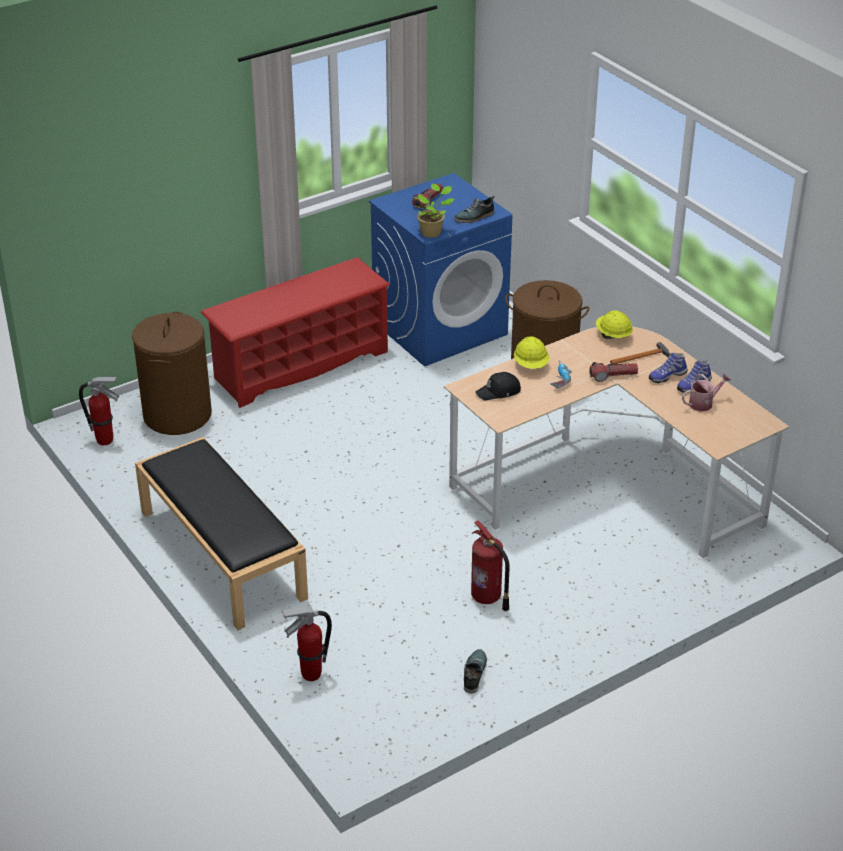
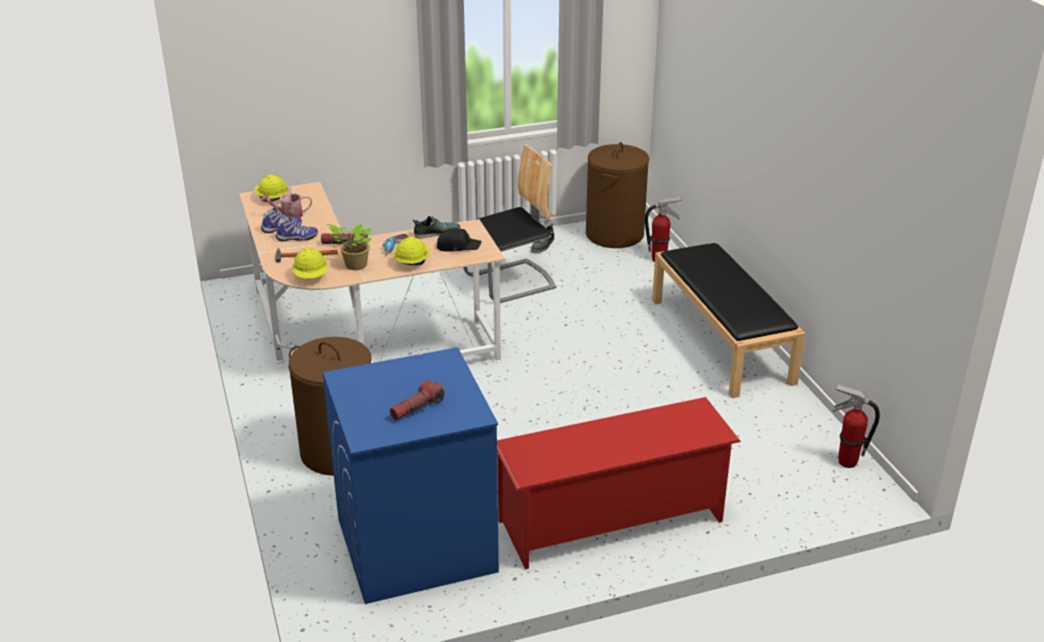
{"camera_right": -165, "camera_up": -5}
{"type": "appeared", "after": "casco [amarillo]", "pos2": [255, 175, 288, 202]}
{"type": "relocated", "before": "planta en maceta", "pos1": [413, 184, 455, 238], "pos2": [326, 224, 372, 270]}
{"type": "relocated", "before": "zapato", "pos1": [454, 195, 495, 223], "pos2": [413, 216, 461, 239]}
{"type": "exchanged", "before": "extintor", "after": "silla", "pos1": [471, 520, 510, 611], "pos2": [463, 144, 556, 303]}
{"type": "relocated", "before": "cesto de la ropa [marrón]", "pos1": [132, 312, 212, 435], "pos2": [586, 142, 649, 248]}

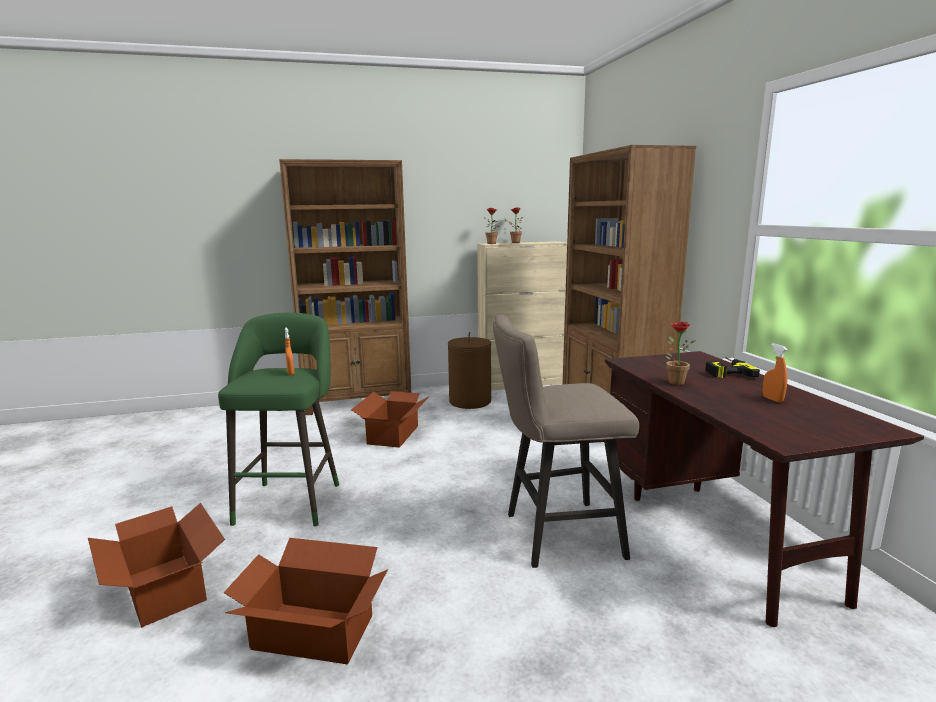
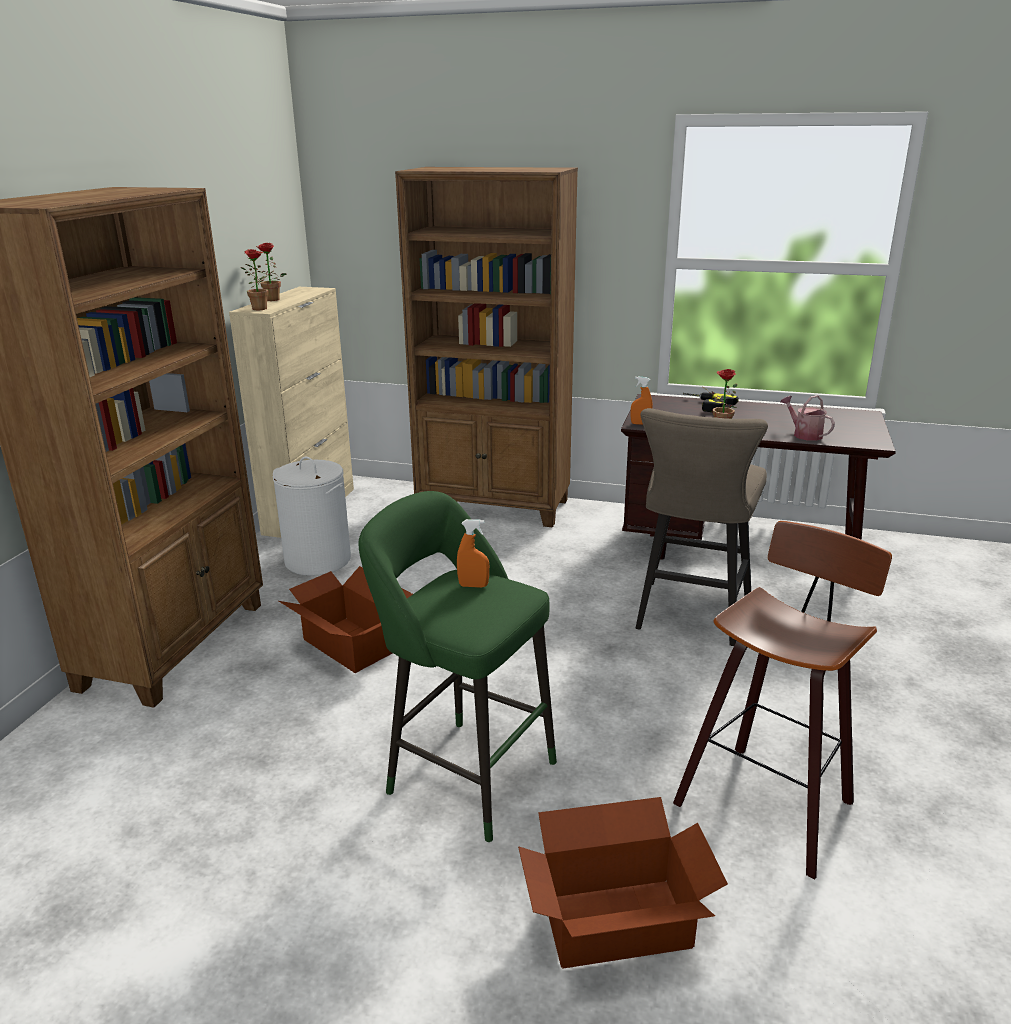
{"camera_right": -60, "camera_up": 10}
{"type": "colour", "before": "cesto de la ropa [marrón]", "after": "cesto de la ropa [blanco]", "pos1": [448, 332, 491, 409], "pos2": [273, 457, 351, 576]}
{"type": "relocated", "before": "pulverizador [naranja]", "pos1": [763, 343, 788, 403], "pos2": [631, 377, 653, 425]}
{"type": "exchanged", "before": "caja de cartón", "after": "taburete", "pos1": [224, 538, 388, 664], "pos2": [673, 521, 892, 880]}
{"type": "appeared", "after": "regadera", "pos2": [780, 395, 835, 441]}

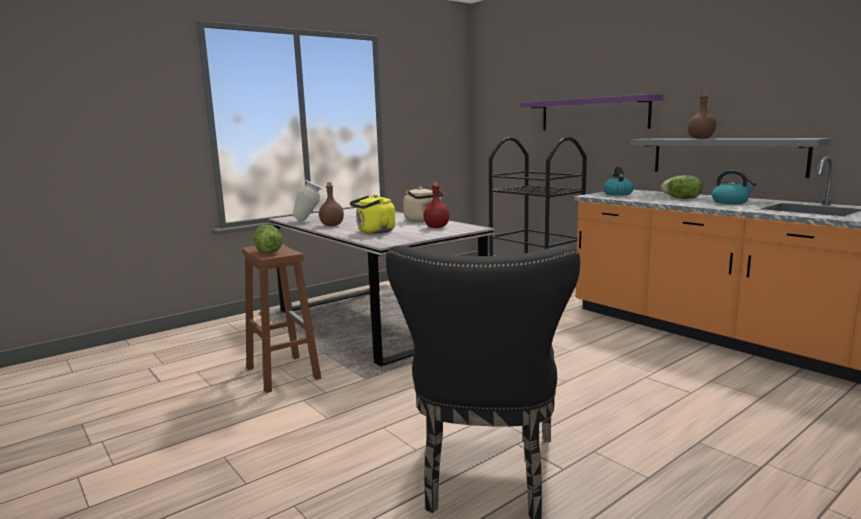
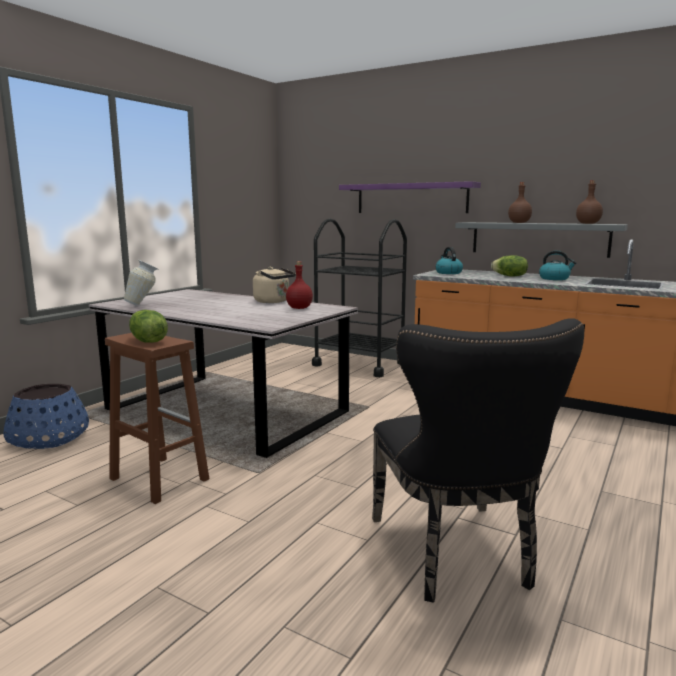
{"camera_right": -20, "camera_up": 0}
{"type": "appeared", "after": "maceta [azul]", "pos2": [3, 384, 89, 449]}
{"type": "relocated", "before": "botella [marrón]", "pos1": [319, 182, 344, 226], "pos2": [576, 180, 603, 224]}
{"type": "missing", "before": "hervidor [amarillo]", "pos1": [350, 195, 396, 234]}

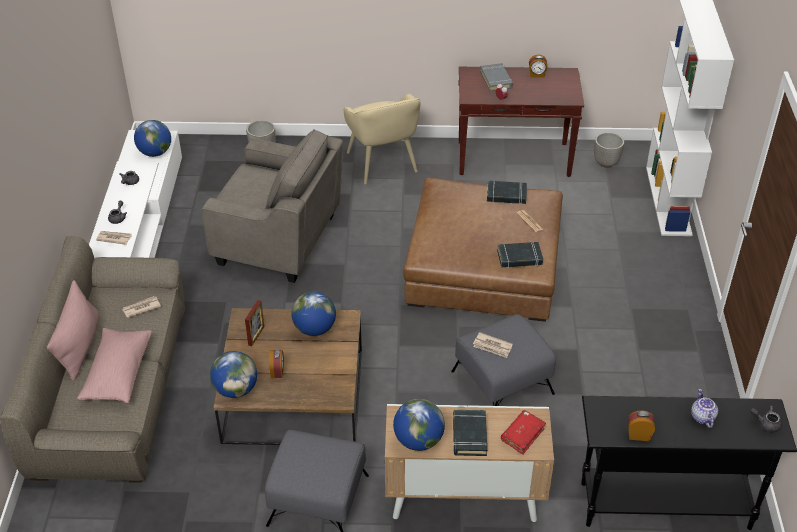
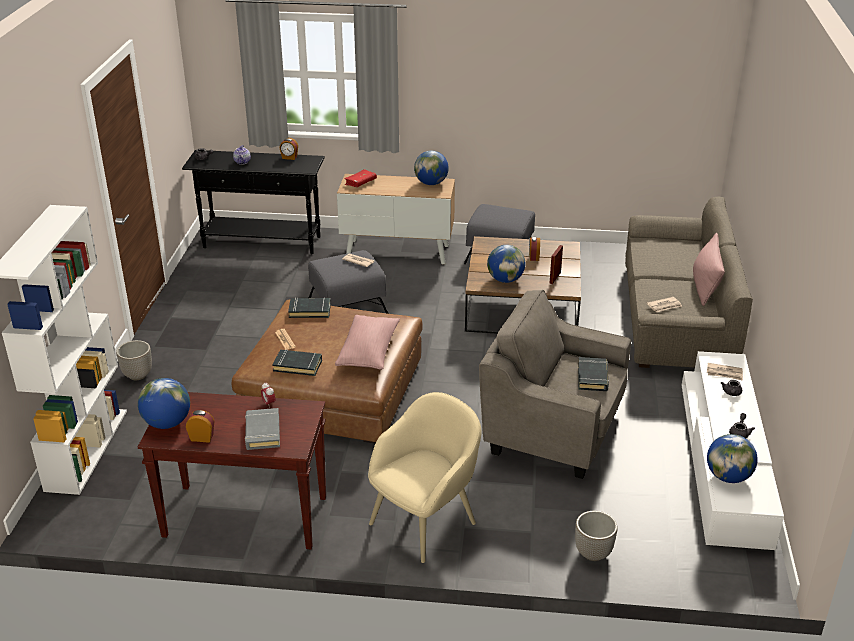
{"camera_right": -175, "camera_up": -10}
{"type": "relocated", "before": "maceta", "pos1": [594, 132, 624, 168], "pos2": [116, 340, 152, 380]}
{"type": "relocated", "before": "globo terráqueo", "pos1": [210, 351, 257, 398], "pos2": [138, 378, 190, 429]}
{"type": "relocated", "before": "cojín [rosa]", "pos1": [77, 328, 152, 403], "pos2": [335, 315, 400, 370]}
{"type": "spun", "before": "sillón [beis]", "pos1": [344, 94, 421, 184], "pos2": [368, 392, 481, 563], "turn": 60}
{"type": "relocated", "before": "libro [negro]", "pos1": [453, 410, 487, 456], "pos2": [578, 357, 609, 391]}

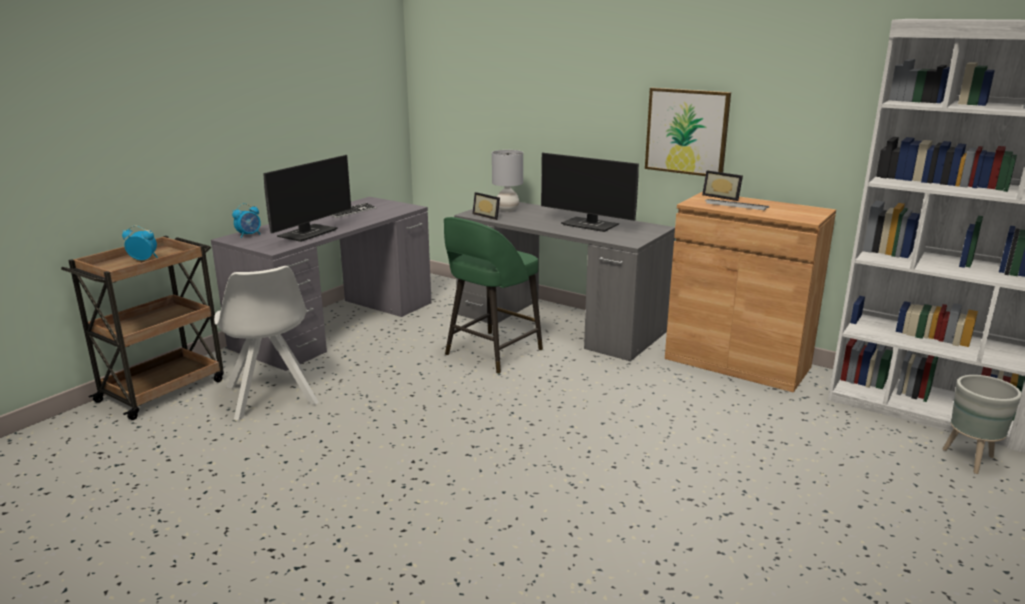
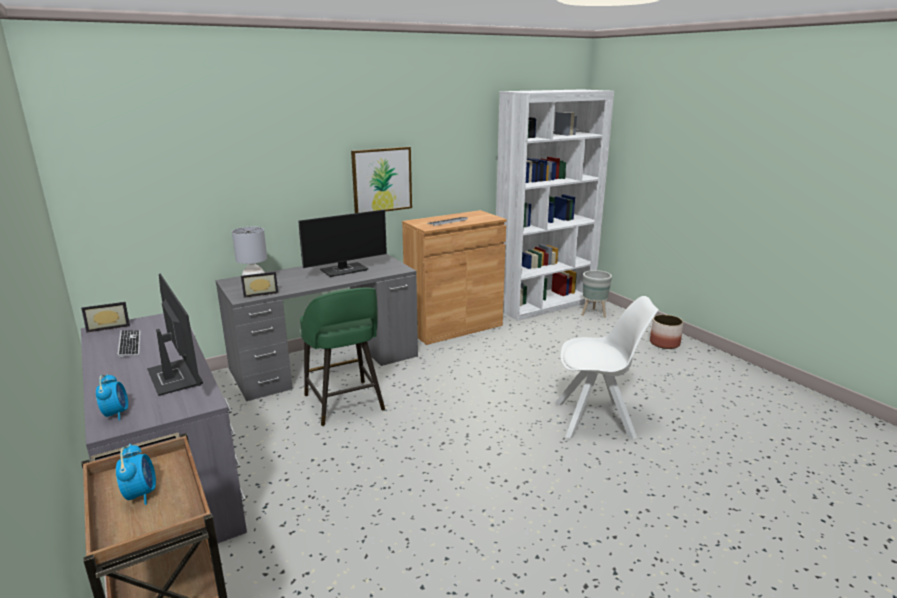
{"camera_right": -65, "camera_up": 0}
{"type": "relocated", "before": "portarretratos", "pos1": [702, 170, 743, 201], "pos2": [81, 302, 130, 333]}
{"type": "spun", "before": "despertador", "pos1": [122, 225, 158, 260], "pos2": [116, 444, 156, 505], "turn": 135}
{"type": "relocated", "before": "silla [blanco]", "pos1": [214, 266, 319, 420], "pos2": [555, 296, 659, 439]}
{"type": "appeared", "after": "maceta", "pos2": [650, 315, 684, 349]}

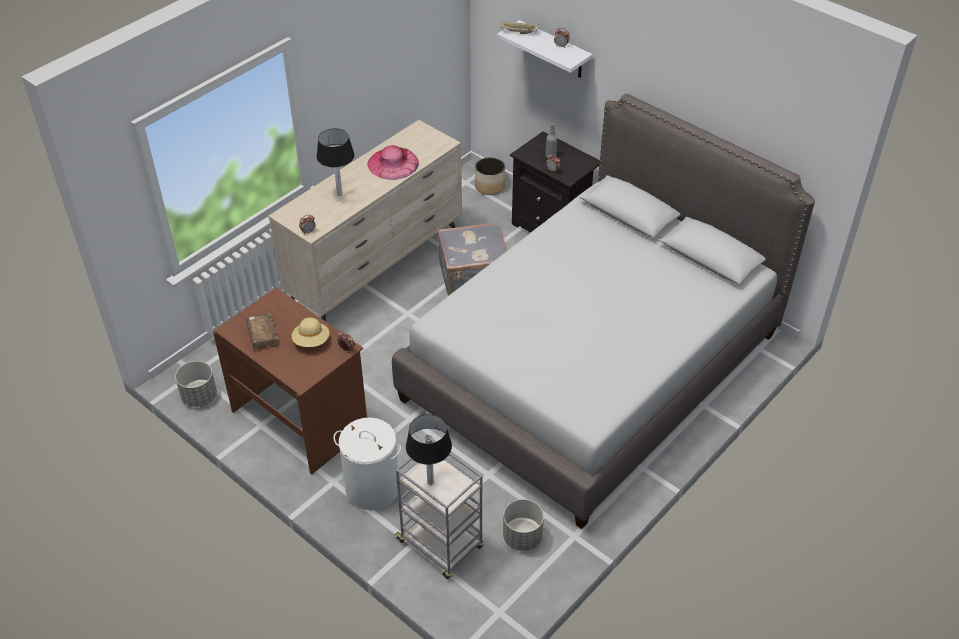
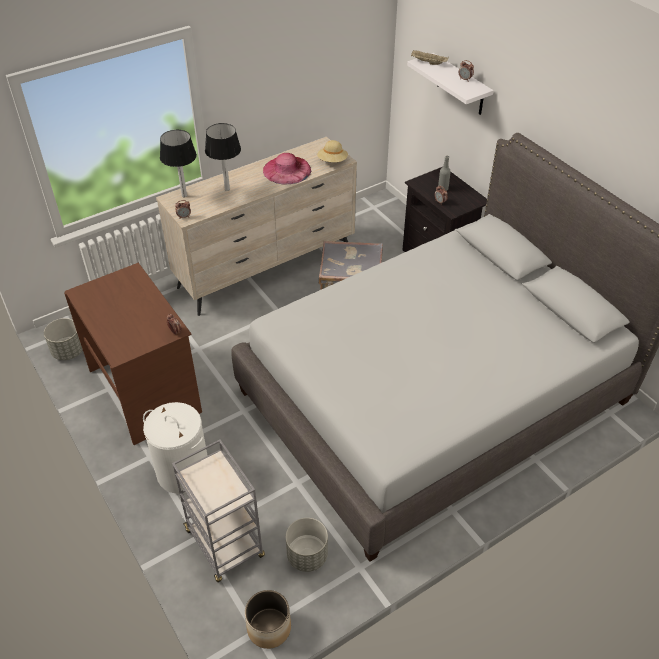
{"camera_right": 15, "camera_up": 0}
{"type": "relocated", "before": "lámpara de mesa", "pos1": [406, 414, 452, 485], "pos2": [160, 130, 197, 198]}
{"type": "relocated", "before": "maceta", "pos1": [475, 157, 505, 195], "pos2": [245, 590, 291, 649]}
{"type": "relocated", "before": "sombrero [beis]", "pos1": [292, 318, 329, 347], "pos2": [317, 140, 348, 162]}
{"type": "missing", "before": "libro [marrón]", "pos1": [246, 313, 279, 349]}

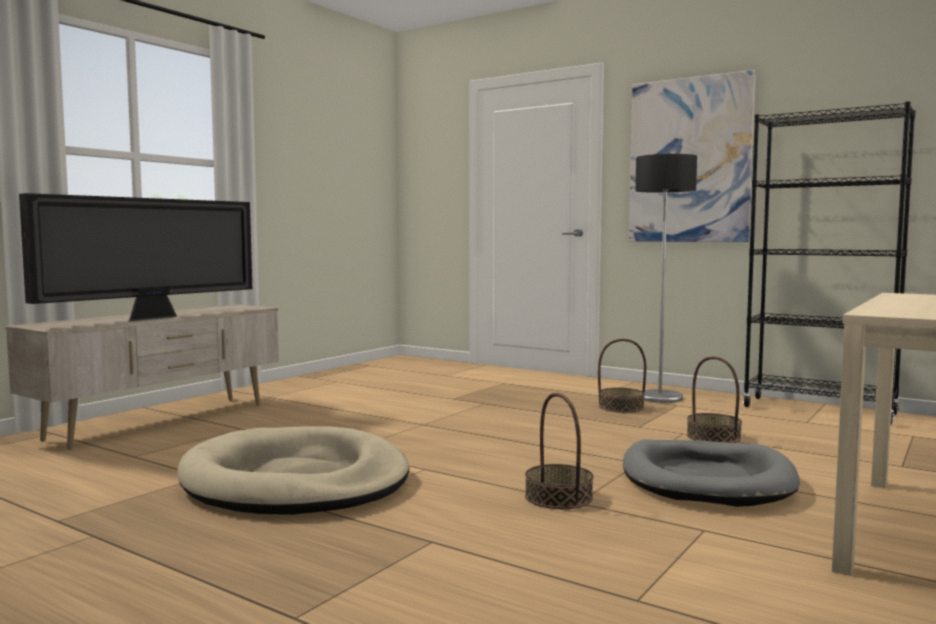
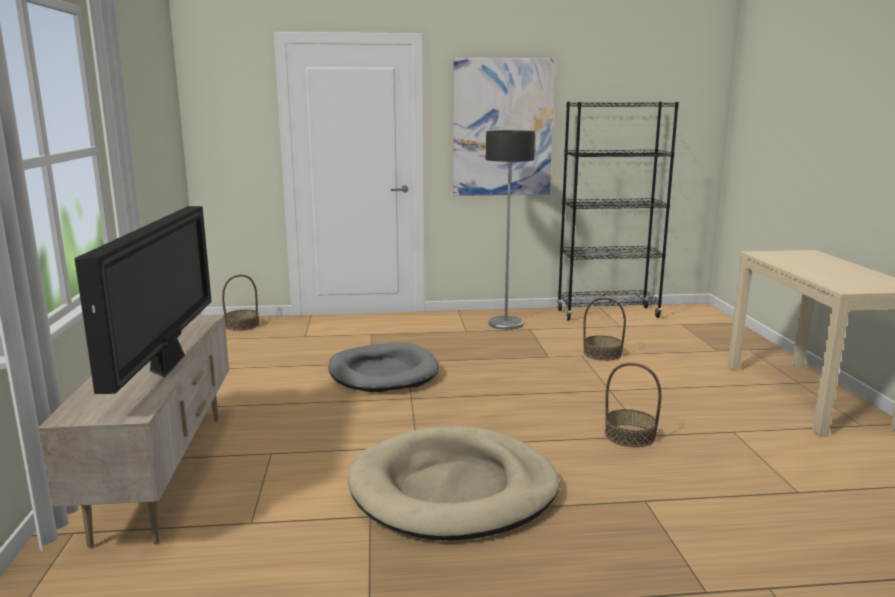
{"camera_right": -40, "camera_up": 10}
{"type": "relocated", "before": "cesta", "pos1": [598, 339, 646, 413], "pos2": [222, 275, 260, 331]}
{"type": "relocated", "before": "cama para perro [gris]", "pos1": [623, 439, 800, 507], "pos2": [328, 342, 439, 392]}

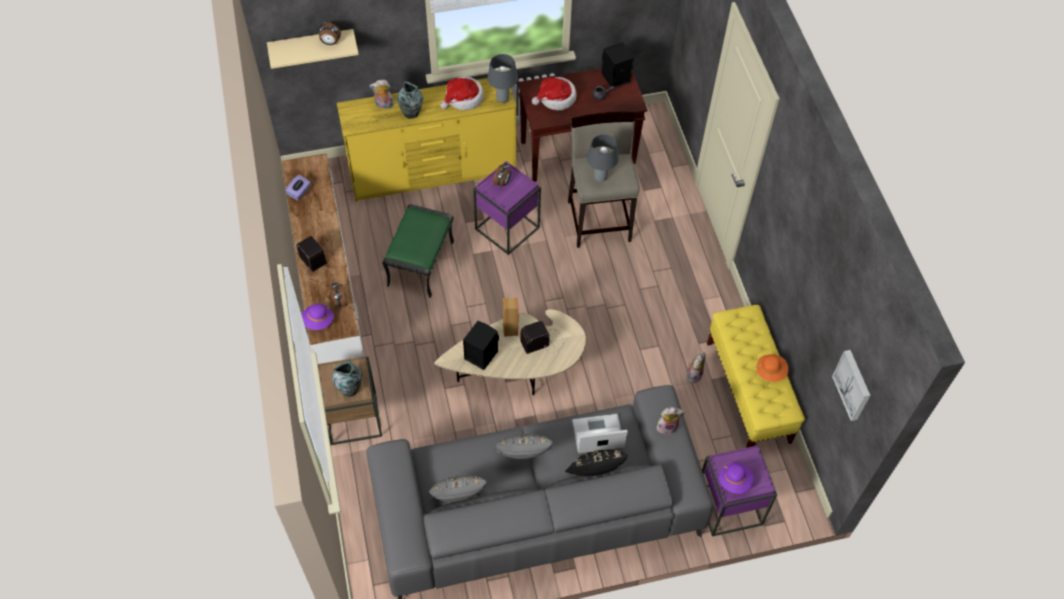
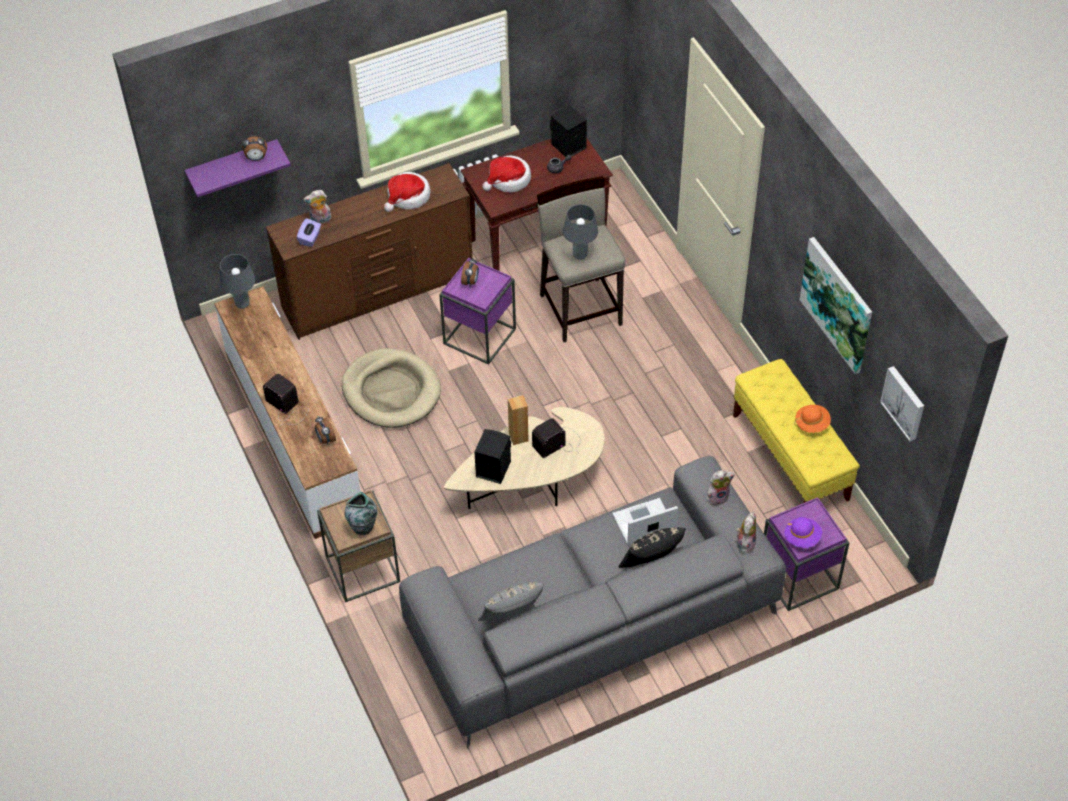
{"camera_right": -10, "camera_up": -5}
{"type": "colour", "before": "estante [beis]", "after": "estante [morado]", "pos1": [267, 29, 359, 69], "pos2": [185, 139, 291, 197]}
{"type": "relocated", "before": "lámpara de mesa [gris]", "pos1": [487, 54, 518, 103], "pos2": [220, 254, 255, 309]}
{"type": "colour", "before": "cómoda [amarillo]", "after": "cómoda [marrón]", "pos1": [337, 78, 517, 202], "pos2": [266, 163, 473, 340]}
{"type": "relocated", "before": "caja de pañuelos [morado]", "pos1": [285, 175, 311, 201], "pos2": [297, 218, 321, 247]}
{"type": "exchanged", "before": "puf [verde]", "after": "cama para perro [beis]", "pos1": [382, 204, 454, 298], "pos2": [342, 348, 441, 428]}
{"type": "relocated", "before": "peluche", "pos1": [687, 352, 705, 384], "pos2": [736, 512, 756, 554]}
{"type": "appeared", "after": "cuadro", "pos2": [800, 237, 872, 374]}
{"type": "missing", "before": "sombrero [morado]", "pos1": [302, 303, 334, 330]}
{"type": "missing", "before": "florero", "pos1": [397, 81, 423, 119]}
{"type": "missing", "before": "cojín [gris]", "pos1": [495, 434, 553, 459]}

